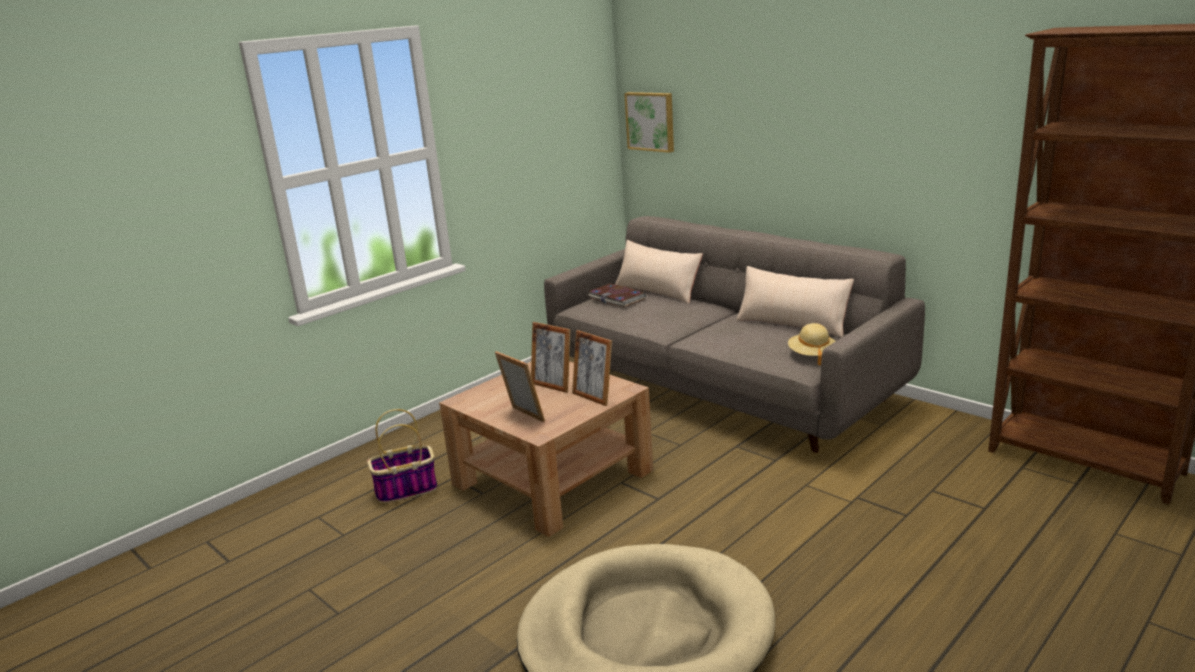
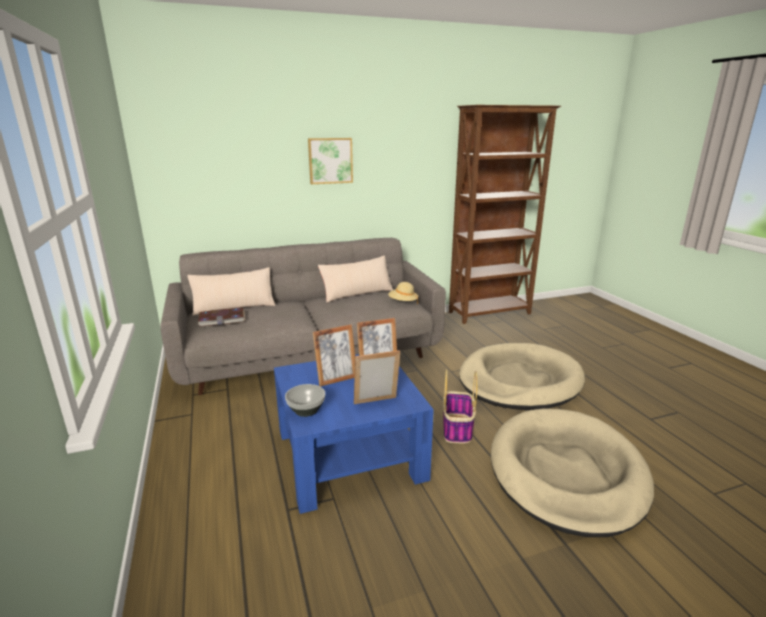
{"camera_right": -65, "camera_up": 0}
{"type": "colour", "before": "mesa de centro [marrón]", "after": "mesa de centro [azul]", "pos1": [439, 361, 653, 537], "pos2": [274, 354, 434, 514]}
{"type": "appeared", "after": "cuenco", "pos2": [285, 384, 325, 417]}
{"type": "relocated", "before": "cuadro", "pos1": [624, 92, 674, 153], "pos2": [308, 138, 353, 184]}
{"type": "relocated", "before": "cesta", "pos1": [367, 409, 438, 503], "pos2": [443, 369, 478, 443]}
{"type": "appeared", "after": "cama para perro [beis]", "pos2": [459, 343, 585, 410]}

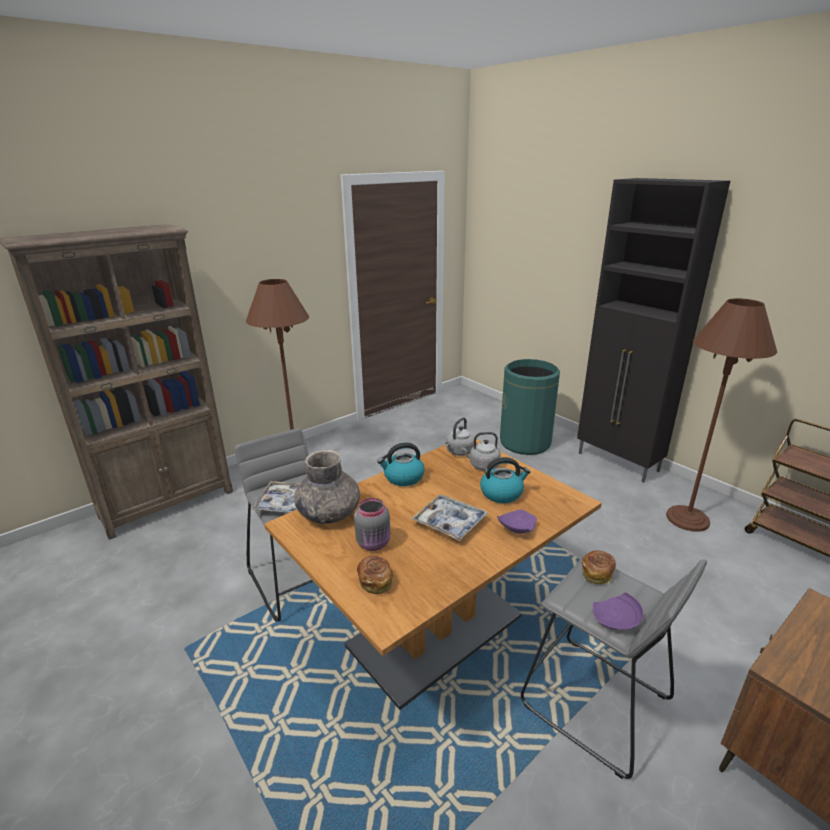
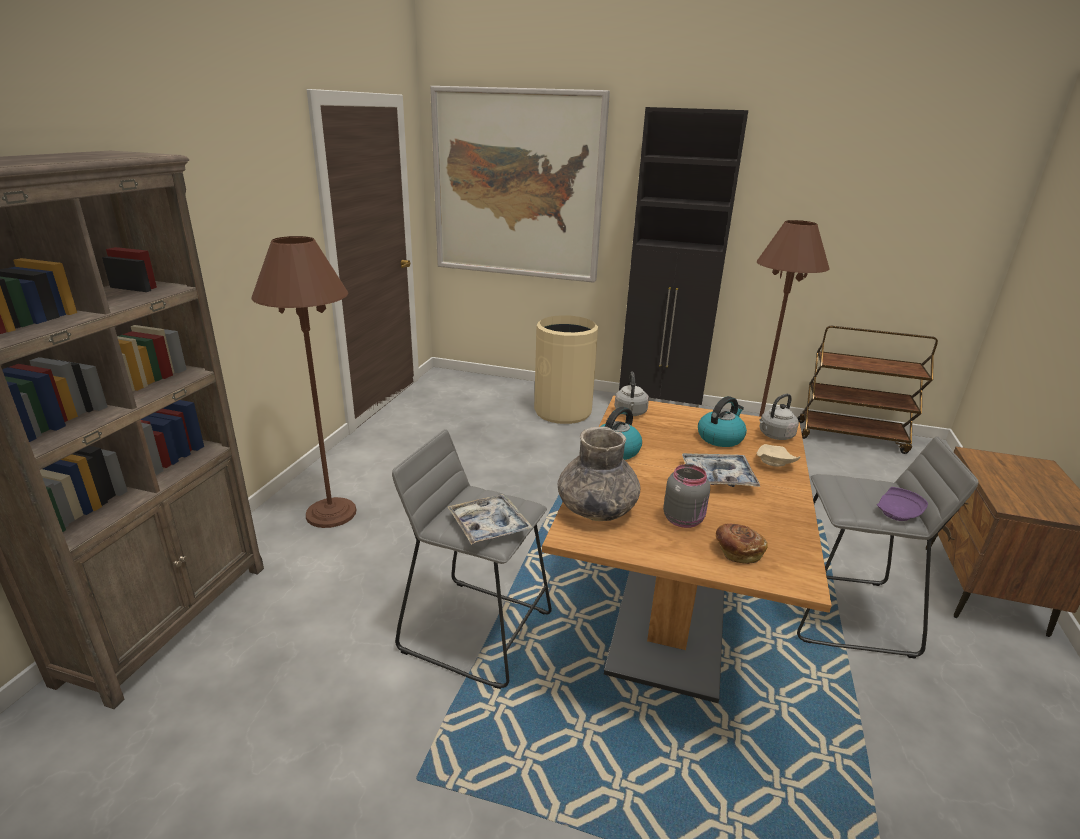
{"camera_right": -35, "camera_up": 0}
{"type": "appeared", "after": "cuadro", "pos2": [430, 86, 610, 283]}
{"type": "colour", "before": "papelera [verde]", "after": "papelera [beis]", "pos1": [500, 359, 560, 455], "pos2": [534, 315, 598, 424]}
{"type": "colour", "before": "plato [morado]", "after": "plato [beis]", "pos1": [497, 509, 537, 533], "pos2": [757, 444, 801, 467]}
{"type": "relocated", "before": "hervidor [gris]", "pos1": [461, 432, 501, 471], "pos2": [759, 394, 799, 440]}
{"type": "missing", "before": "pan", "pos1": [582, 551, 616, 585]}

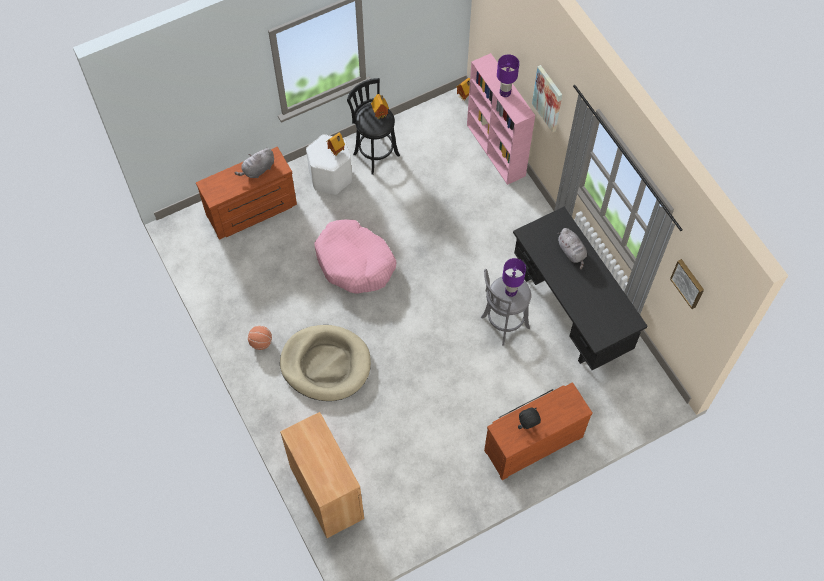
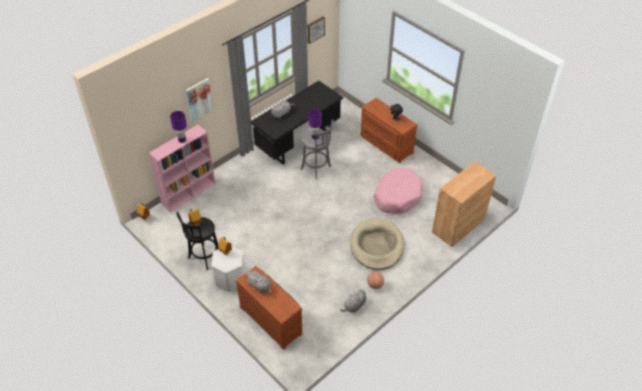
{"camera_right": -105, "camera_up": -15}
{"type": "appeared", "after": "peluche [gris]", "pos2": [340, 289, 366, 312]}
{"type": "relocated", "before": "cama para perro [rosa]", "pos1": [315, 219, 397, 293], "pos2": [373, 168, 423, 214]}

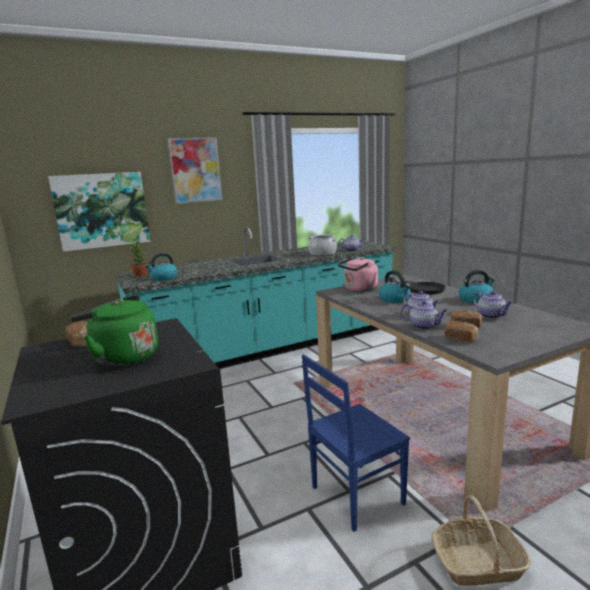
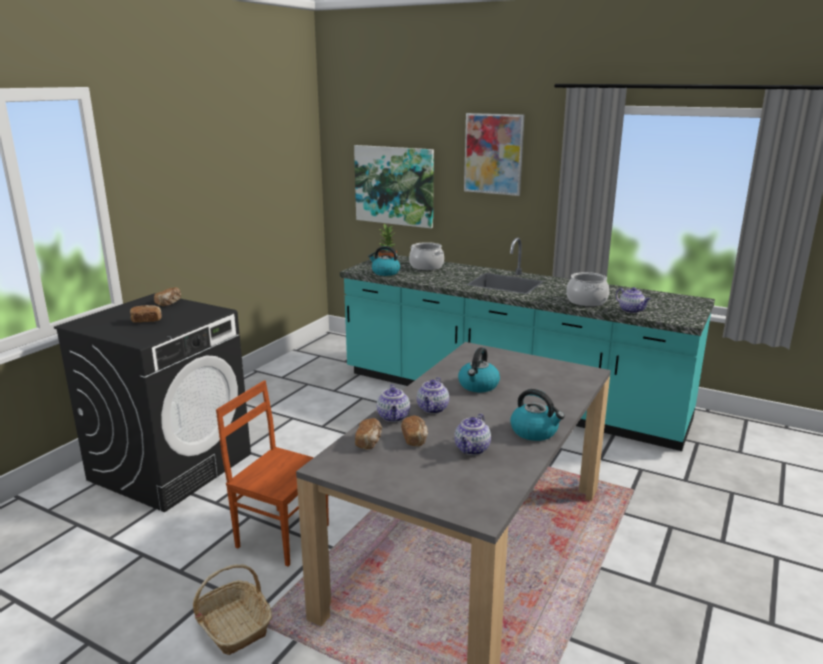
{"camera_right": 55, "camera_up": 5}
{"type": "exchanged", "before": "hervidor [verde]", "after": "pan", "pos1": [70, 295, 158, 367], "pos2": [130, 305, 162, 322]}
{"type": "colour", "before": "silla [azul]", "after": "silla [marrón]", "pos1": [302, 354, 410, 532], "pos2": [216, 380, 329, 566]}
{"type": "appeared", "after": "olla", "pos2": [409, 242, 444, 270]}
{"type": "missing", "before": "hervidor [rosa]", "pos1": [338, 257, 378, 292]}
{"type": "missing", "before": "sartén [negro]", "pos1": [389, 277, 446, 295]}

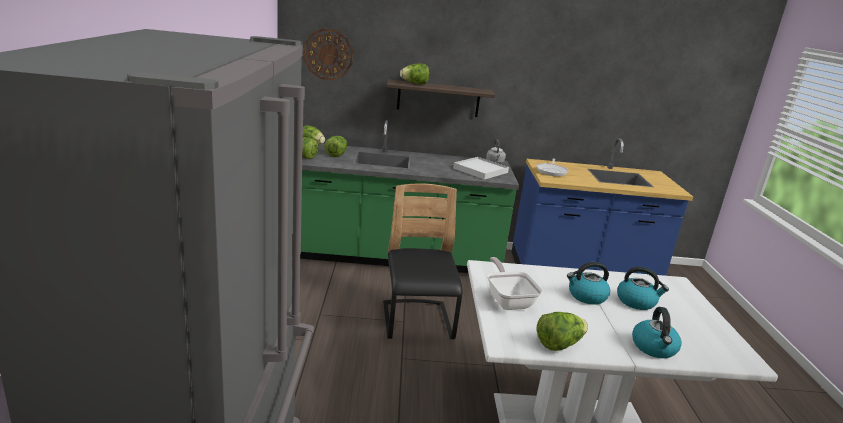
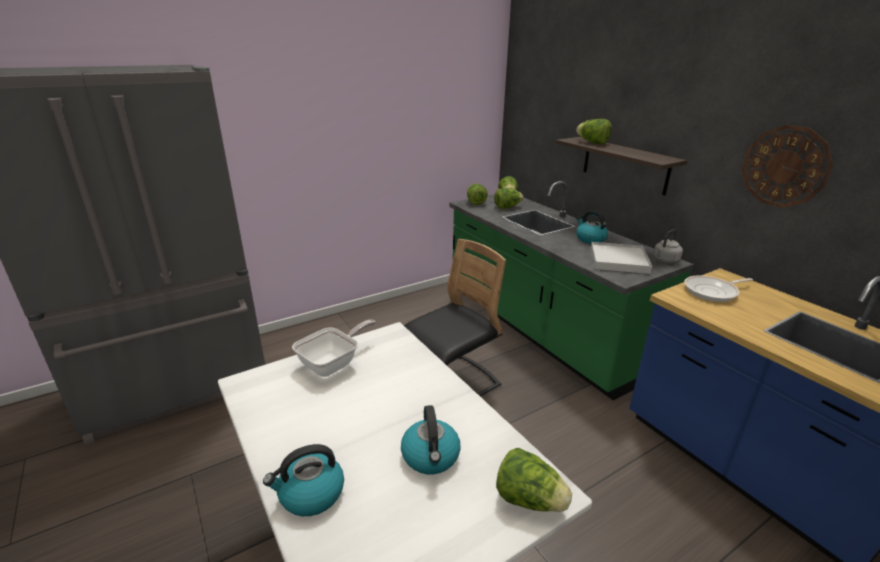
{"camera_right": 60, "camera_up": 5}
{"type": "relocated", "before": "lechuga", "pos1": [537, 312, 588, 351], "pos2": [496, 448, 572, 512]}
{"type": "relocated", "before": "hervidor", "pos1": [567, 262, 610, 305], "pos2": [576, 211, 608, 244]}
{"type": "relocated", "before": "reloj de pared", "pos1": [303, 28, 353, 80], "pos2": [742, 125, 833, 208]}

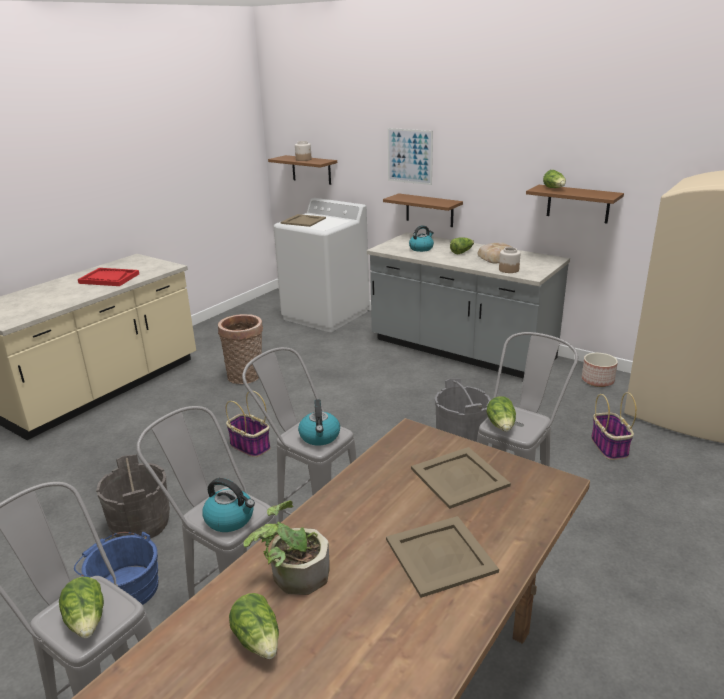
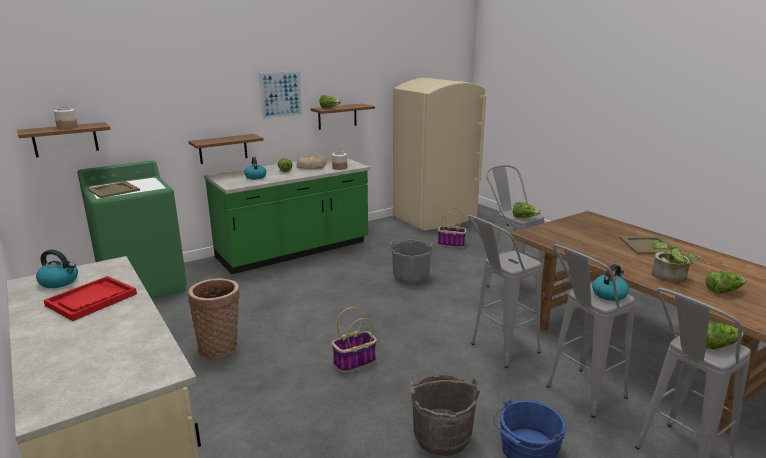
{"camera_right": -70, "camera_up": -5}
{"type": "relocated", "before": "hervidor", "pos1": [298, 399, 340, 445], "pos2": [36, 249, 78, 288]}
{"type": "colour", "before": "lavadora [blanco]", "after": "lavadora [verde]", "pos1": [274, 198, 370, 332], "pos2": [77, 160, 187, 300]}
{"type": "colour", "before": "mueble bajo de cocina [gris]", "after": "mueble bajo de cocina [verde]", "pos1": [367, 232, 570, 379], "pos2": [204, 156, 370, 274]}
{"type": "relocated", "before": "cuadro", "pos1": [388, 128, 433, 185], "pos2": [258, 71, 303, 119]}
{"type": "missing", "before": "bandeja [beis]", "pos1": [411, 447, 511, 509]}
{"type": "missing", "before": "maceta", "pos1": [582, 353, 618, 387]}

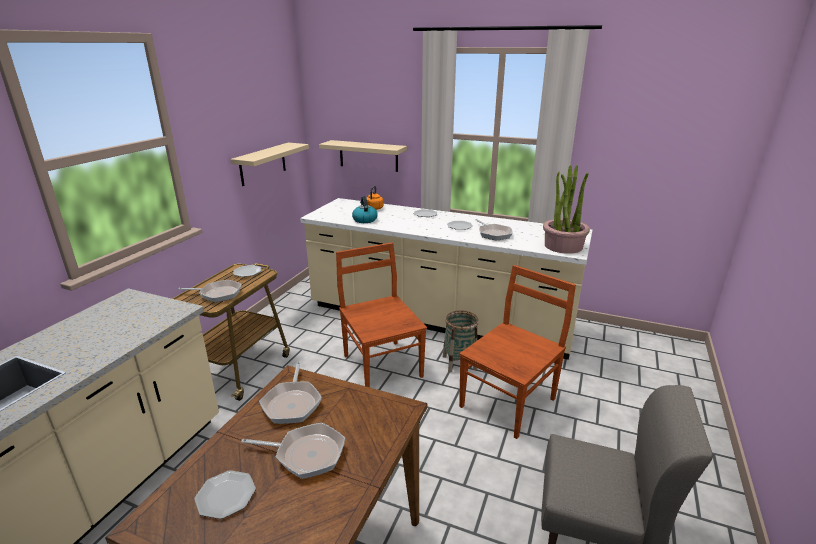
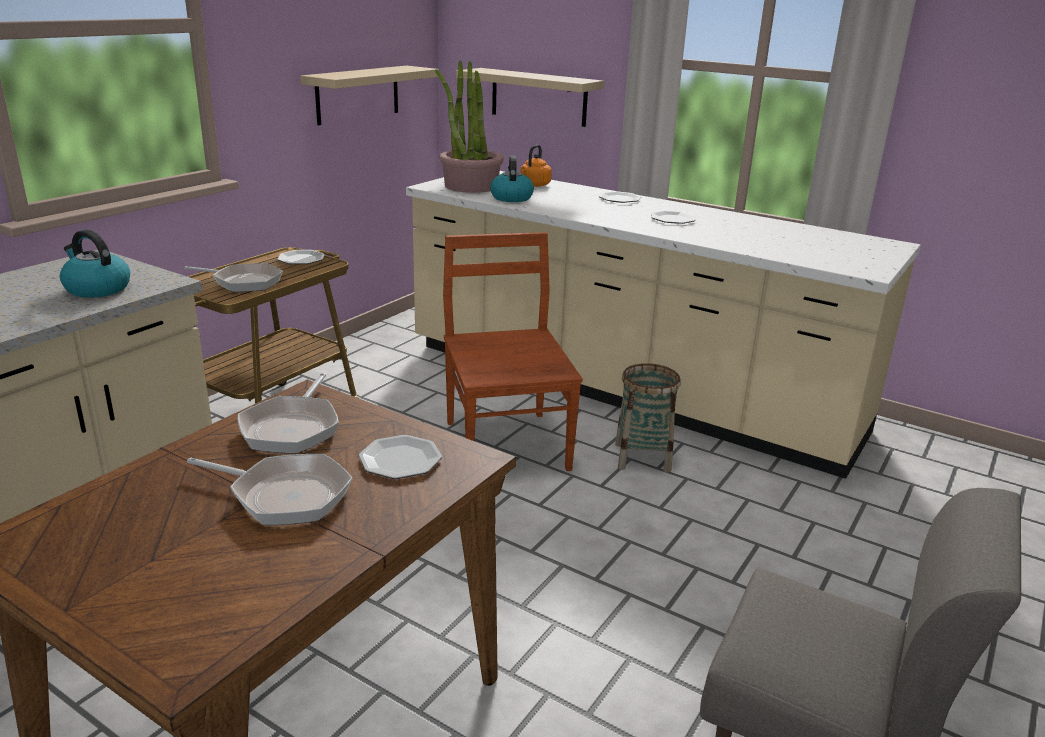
{"camera_right": 10, "camera_up": 0}
{"type": "appeared", "after": "hervidor", "pos2": [60, 230, 130, 298]}
{"type": "relocated", "before": "plato", "pos1": [194, 470, 256, 519], "pos2": [359, 435, 442, 479]}
{"type": "relocated", "before": "planta en maceta", "pos1": [543, 165, 590, 254], "pos2": [435, 61, 504, 193]}
{"type": "missing", "before": "silla [marrón]", "pos1": [459, 265, 576, 439]}
{"type": "missing", "before": "sartén", "pos1": [475, 219, 513, 241]}

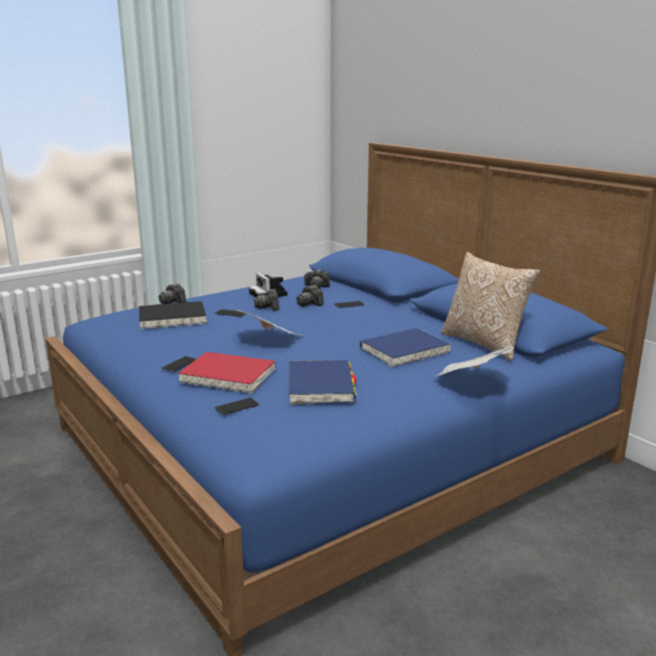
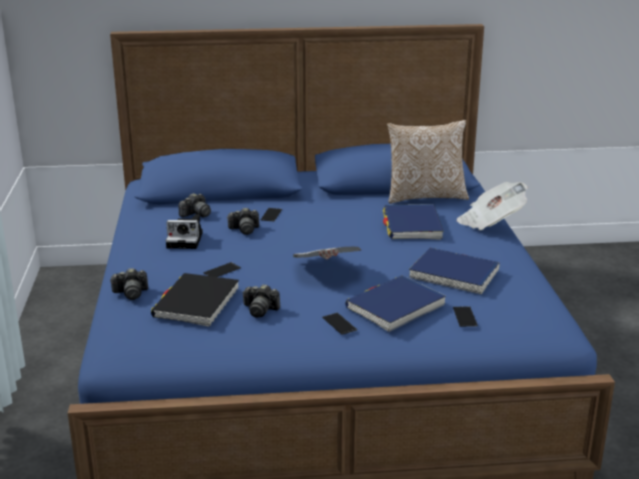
{"camera_right": -60, "camera_up": 5}
{"type": "relocated", "before": "cámara", "pos1": [254, 289, 279, 311], "pos2": [243, 284, 280, 318]}
{"type": "colour", "before": "libro [rojo]", "after": "libro [azul]", "pos1": [178, 352, 276, 393], "pos2": [345, 275, 446, 332]}

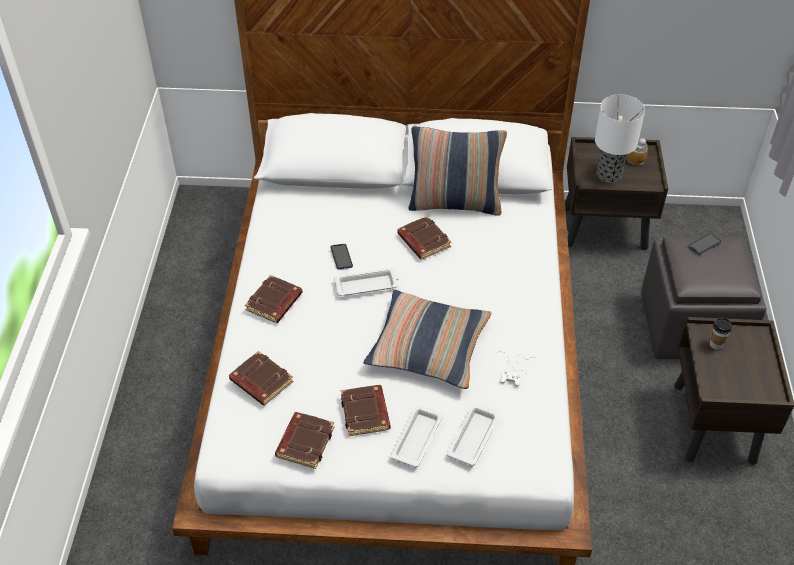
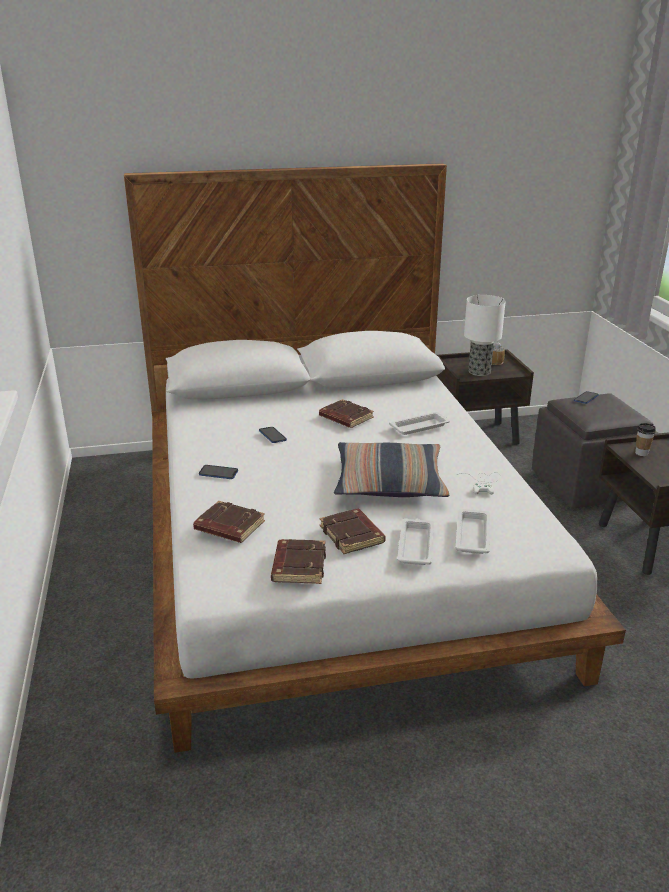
{"camera_right": -15, "camera_up": -20}
{"type": "exchanged", "before": "libro [marrón]", "after": "móvil", "pos1": [245, 275, 302, 323], "pos2": [199, 465, 238, 479]}
{"type": "relocated", "before": "bandeja [blanco]", "pos1": [334, 268, 399, 296], "pos2": [389, 412, 450, 435]}
{"type": "missing", "before": "cojín", "pos1": [408, 126, 507, 215]}

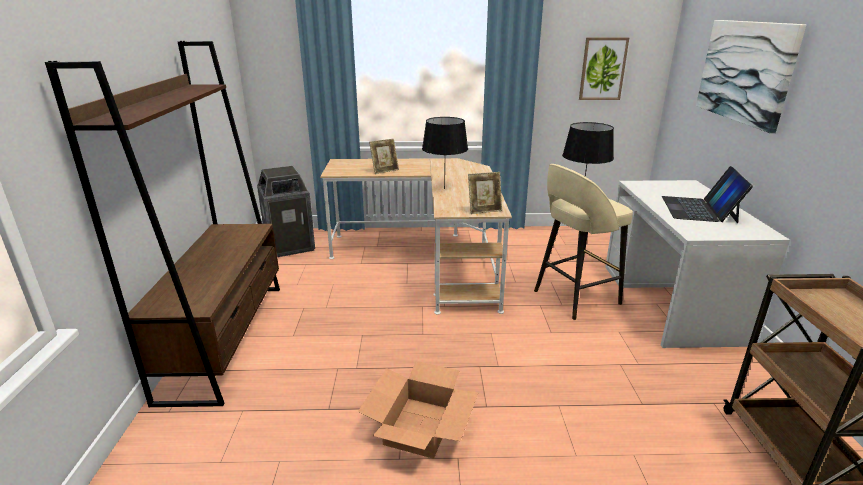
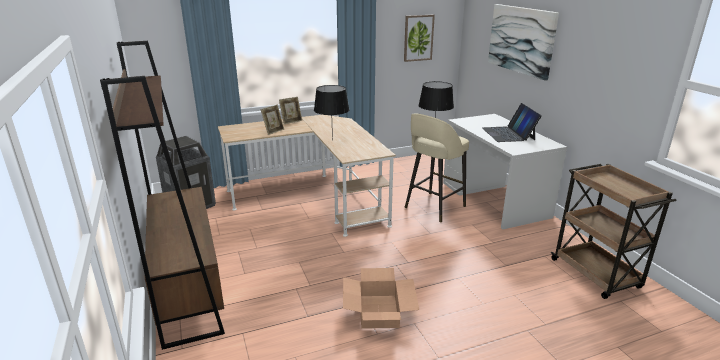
{"camera_right": -20, "camera_up": 0}
{"type": "relocated", "before": "portarretratos", "pos1": [468, 172, 502, 214], "pos2": [279, 97, 302, 124]}

